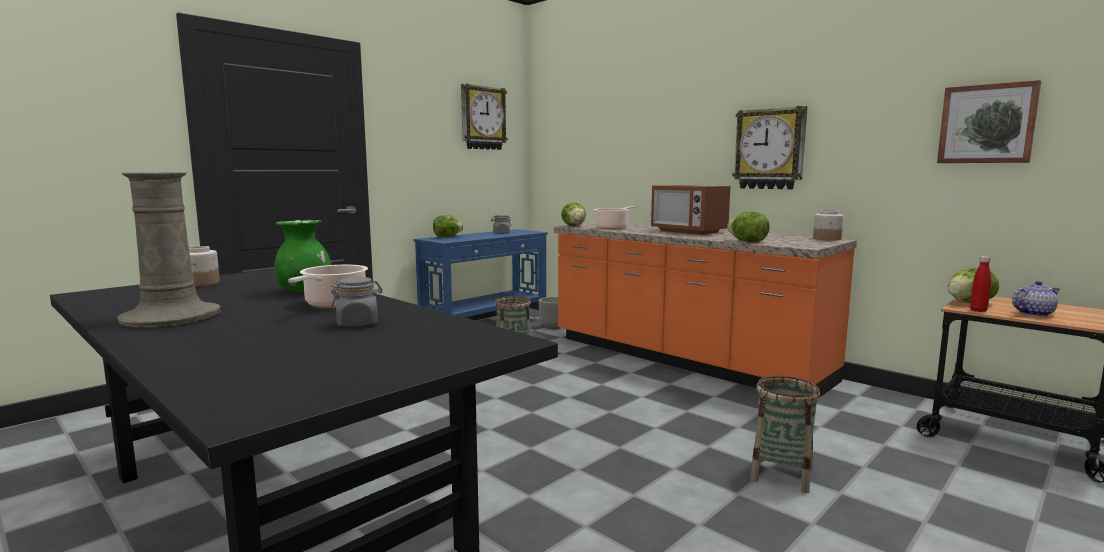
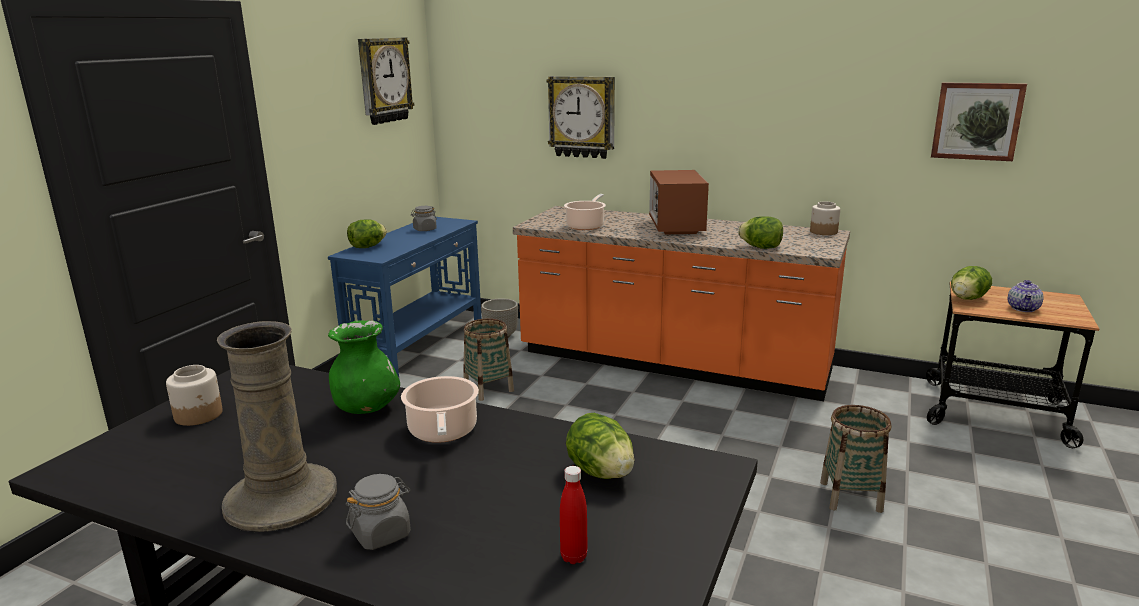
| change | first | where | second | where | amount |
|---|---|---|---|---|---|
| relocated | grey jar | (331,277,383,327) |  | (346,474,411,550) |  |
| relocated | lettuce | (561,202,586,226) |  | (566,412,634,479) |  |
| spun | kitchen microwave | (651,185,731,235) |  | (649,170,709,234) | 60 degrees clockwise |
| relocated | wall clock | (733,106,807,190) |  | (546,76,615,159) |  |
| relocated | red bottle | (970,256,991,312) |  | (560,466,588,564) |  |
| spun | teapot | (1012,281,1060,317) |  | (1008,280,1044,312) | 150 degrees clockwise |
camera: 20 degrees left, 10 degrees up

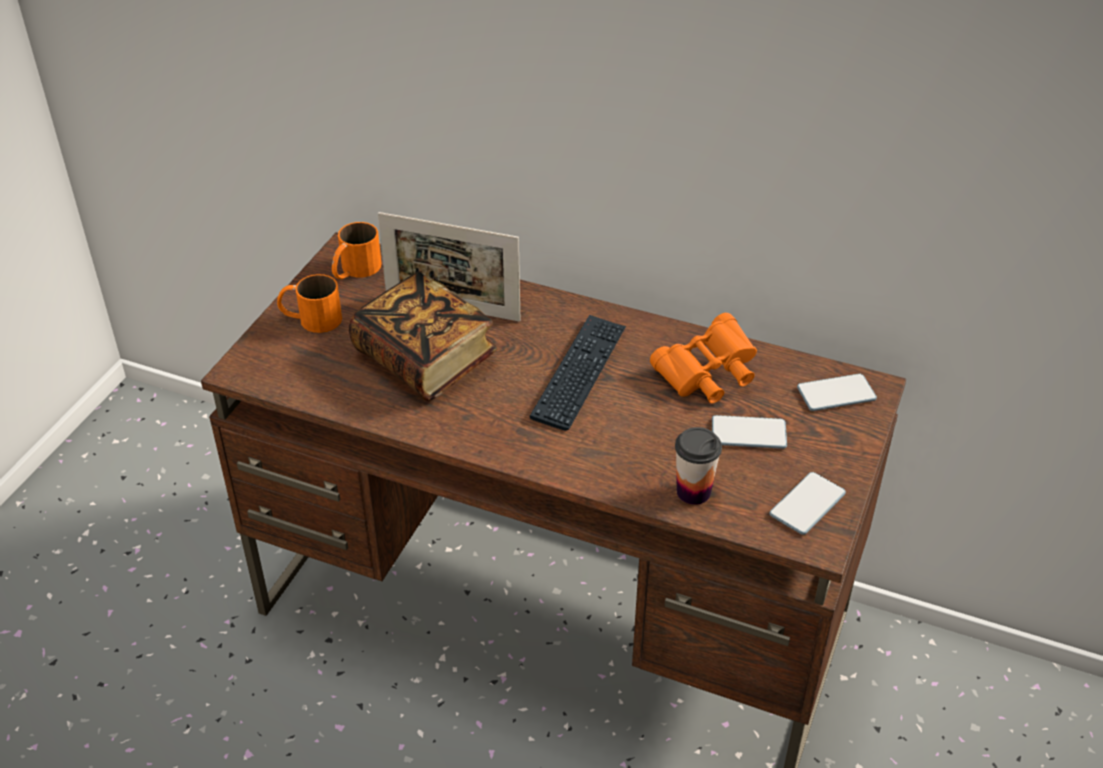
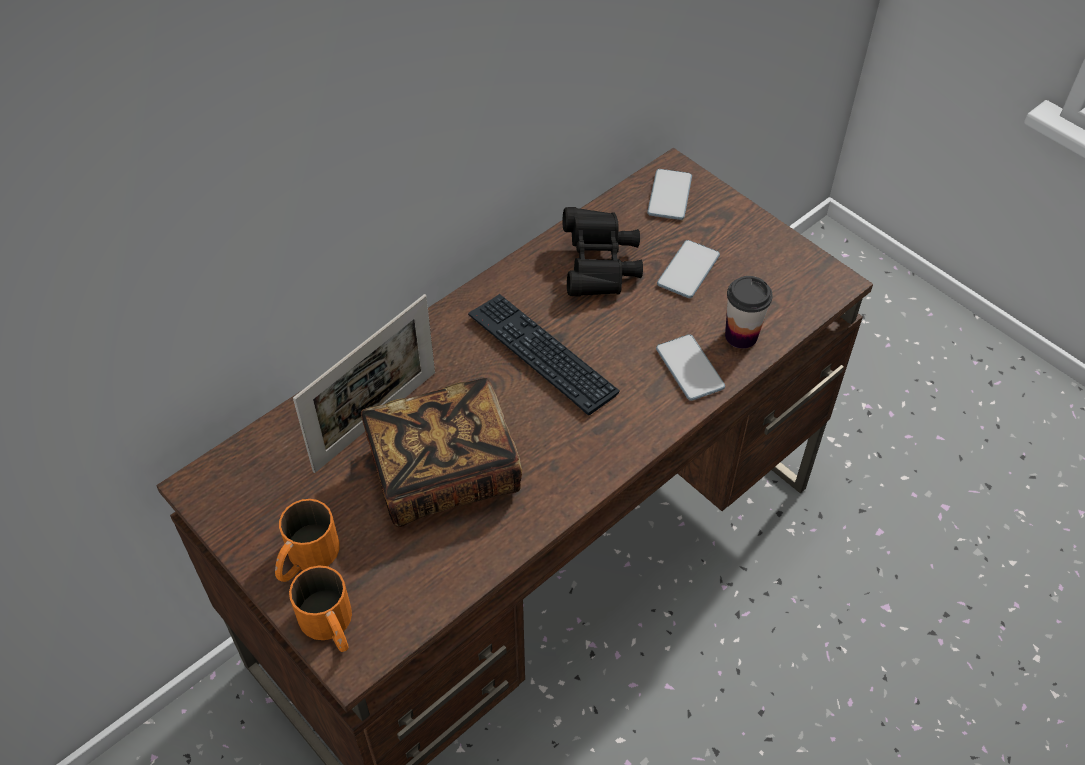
| change | first | where | second | where | amount |
|---|---|---|---|---|---|
| relocated | orange coffee mug | (332,222,382,279) |  | (289,566,352,652) |  |
| colour | orange pair of binoculars | (650,313,757,403) | black pair of binoculars | (562,207,643,297) |  |
| relocated | telephone | (769,472,846,535) |  | (656,334,725,401) |  |
camera: 65 degrees left, 10 degrees up

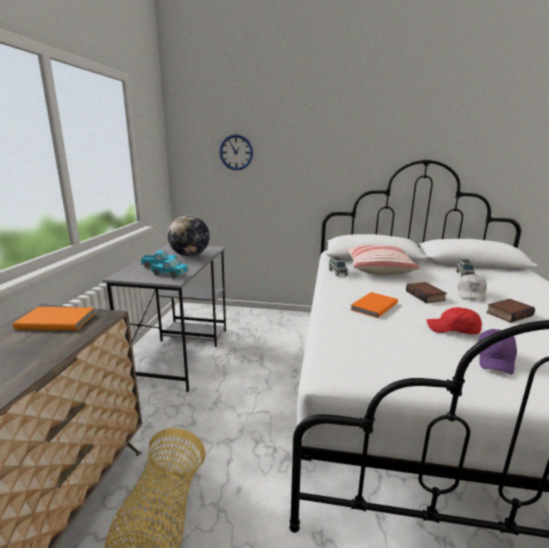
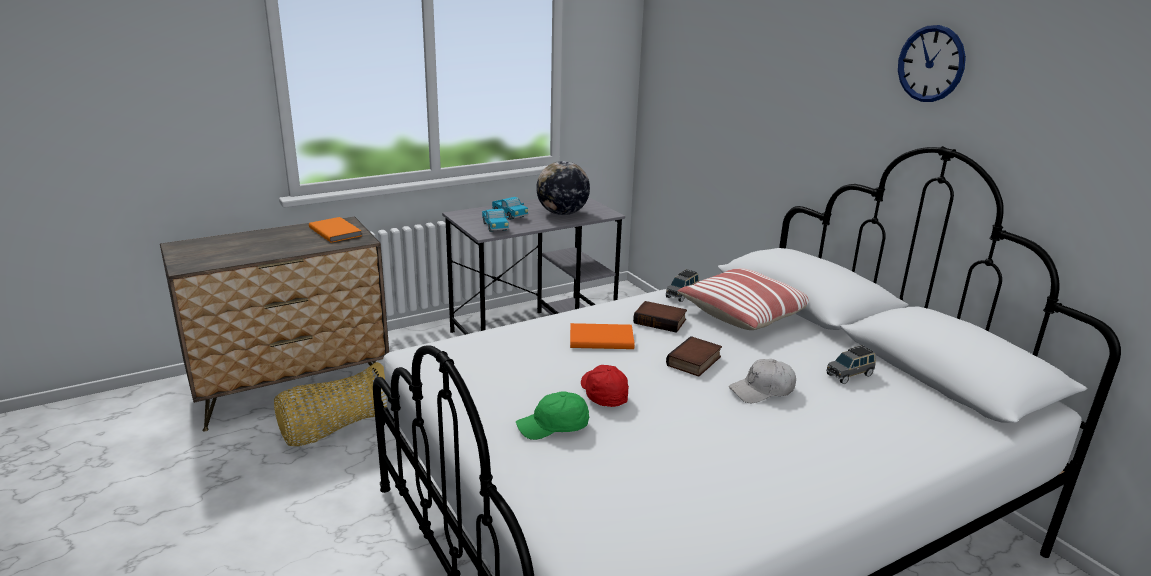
| change | first | where | second | where | amount |
|---|---|---|---|---|---|
| relocated | wall clock | (219,134,253,170) |  | (898,25,966,102) |  |
| colour | purplish peaked cap | (478,329,517,375) | green-coloured peaked cap | (516,391,589,440) |  |
| relocated | book | (486,299,535,323) |  | (633,301,687,333) |  |
camera: 50 degrees right, 5 degrees up

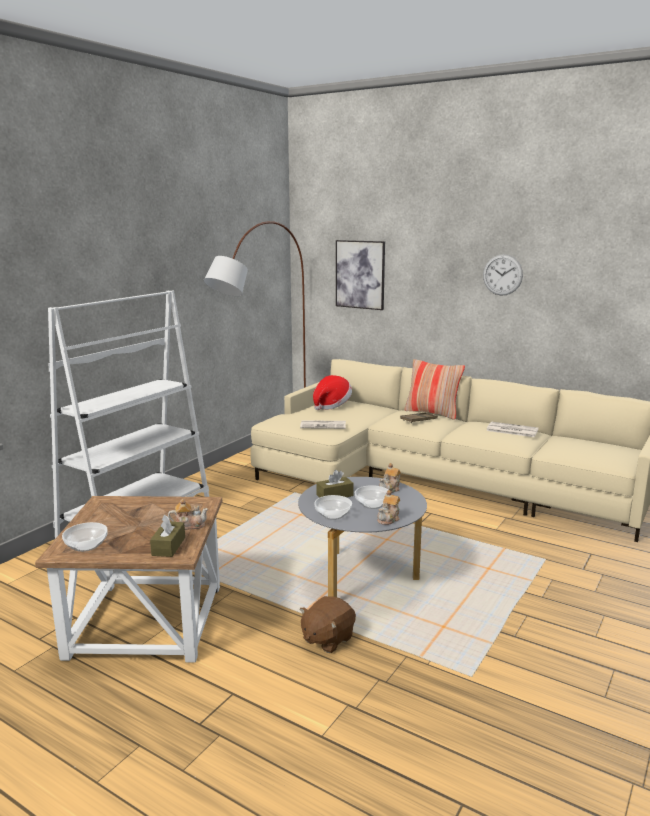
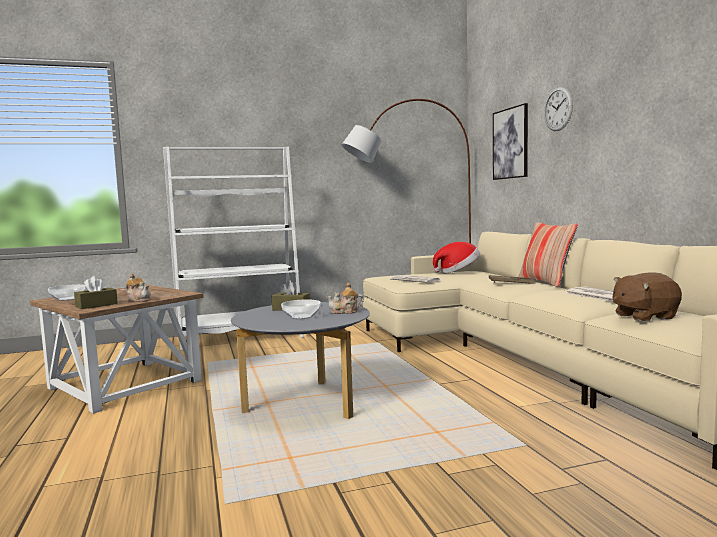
| change | first | where | second | where | amount |
|---|---|---|---|---|---|
| relocated | brownish plush toy | (300,596,356,653) |  | (613,272,682,321) |  |
| missing | deep dish | (314,495,352,520) |  |  |  |
| missing | teapot | (377,490,400,525) |  |  |  |
| relocated | wall clock | (483,254,523,296) |  | (544,87,573,131) |  |
camera: 40 degrees right, 10 degrees down

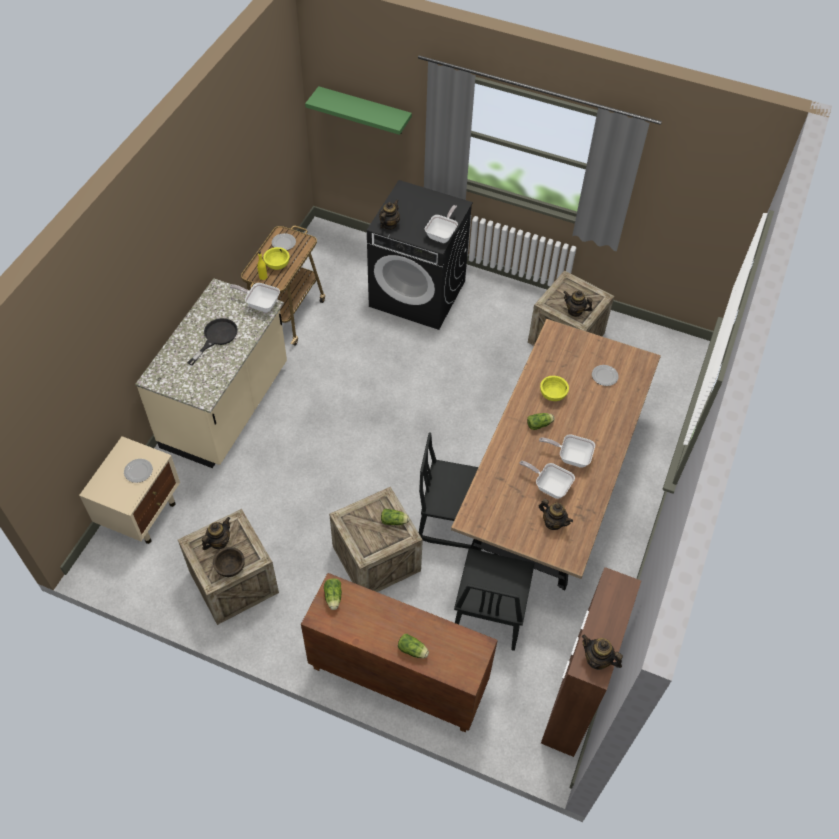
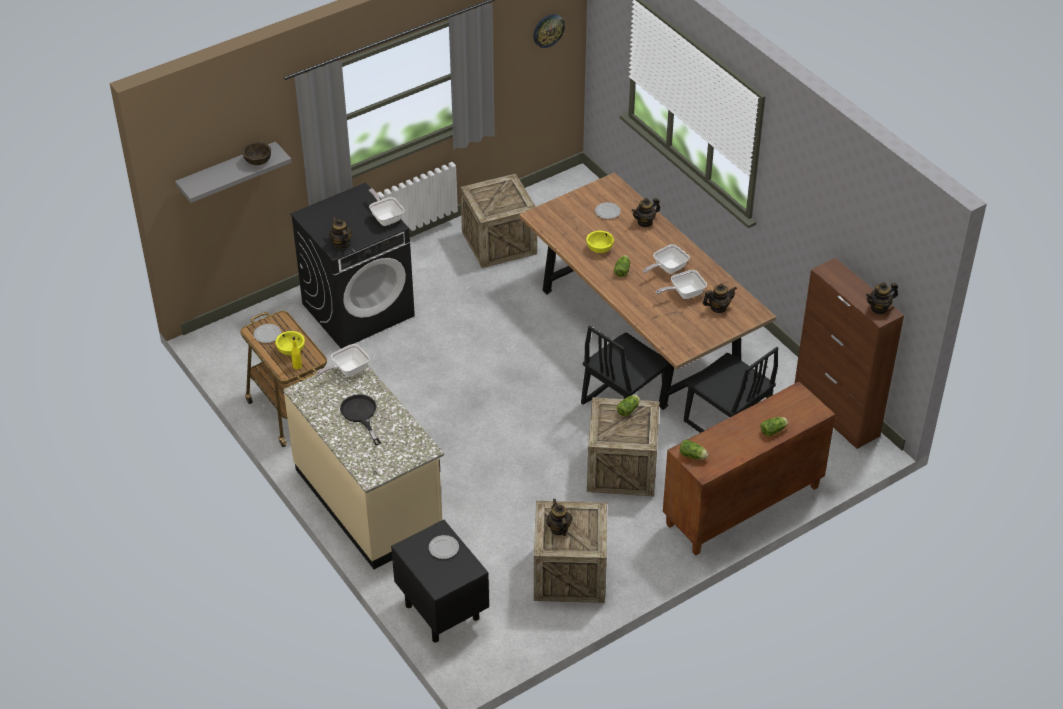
| change | first | where | second | where | amount |
|---|---|---|---|---|---|
| colour | beige-coloured night table | (79,436,180,544) | black night table | (391,520,489,643) |  |
| relocated | brownish deep dish | (213,547,245,577) |  | (242,142,271,165) |  |
| colour | green-coloured bracket shelf | (305,86,412,135) | grey bracket shelf | (175,142,292,203) |  |
| relocated | teapot | (563,291,593,317) |  | (631,198,660,227) |  |
| appeared |  |  | wall clock | (533,14,565,48) |  |
camera: 55 degrees left, 10 degrees down

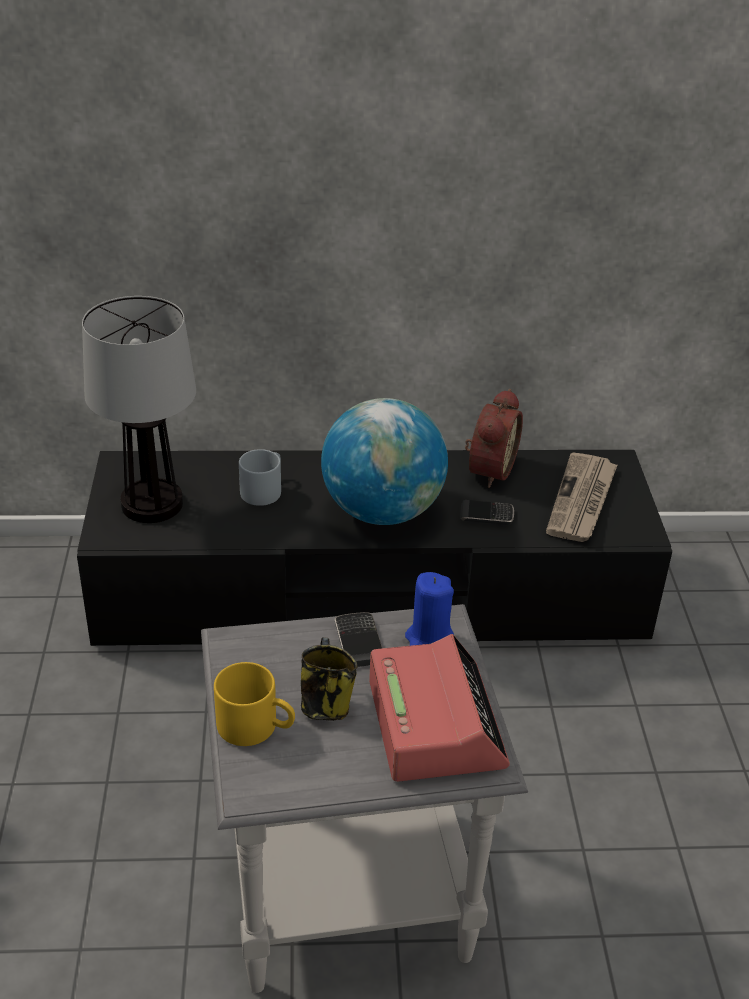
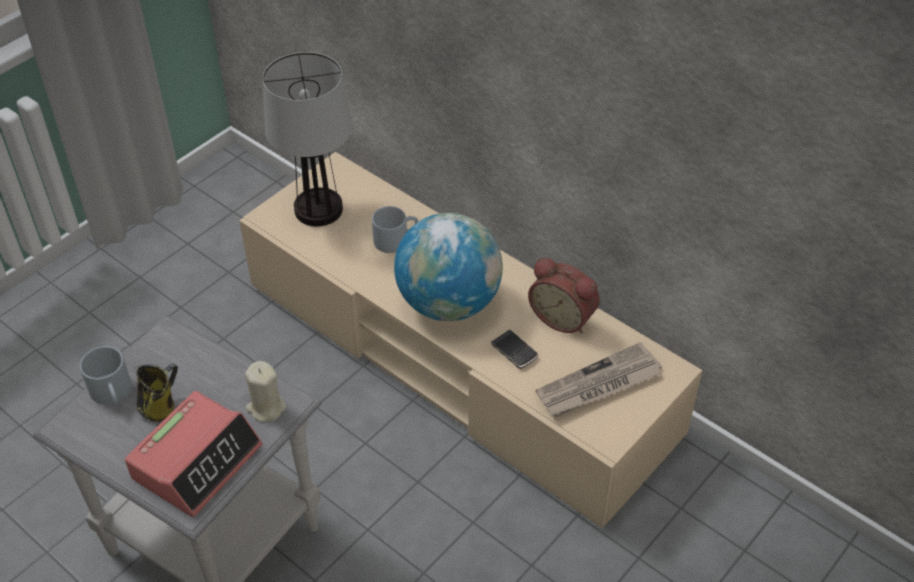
| change | first | where | second | where | amount |
|---|---|---|---|---|---|
| colour | black tv unit | (77,450,672,646) | beige-coloured tv unit | (239,152,702,528) |  |
| colour | yellow-coloured coffee mug | (214,662,295,746) | grey coffee mug | (80,346,131,406) |  |
| missing | telephone | (335,612,382,667) |  |  |  |
| colour | bluish candle | (405,572,454,646) | beige-coloured candle | (245,361,286,422) |  |
| spun | alarm clock | (465,389,523,488) |  | (528,258,600,334) | 60 degrees clockwise |
camera: 45 degrees right, 10 degrees up

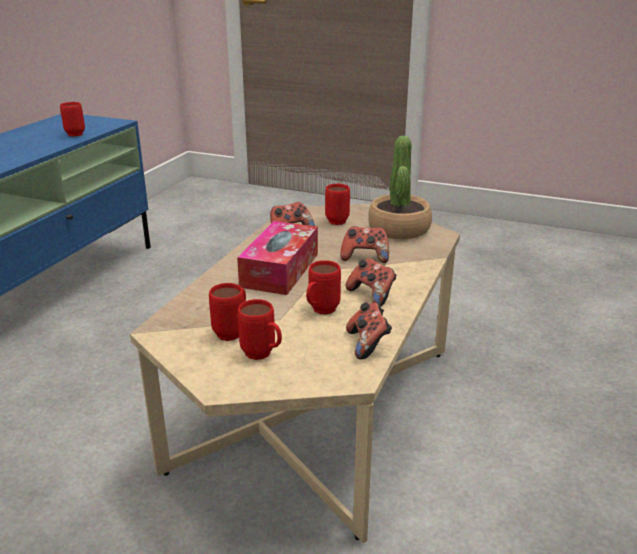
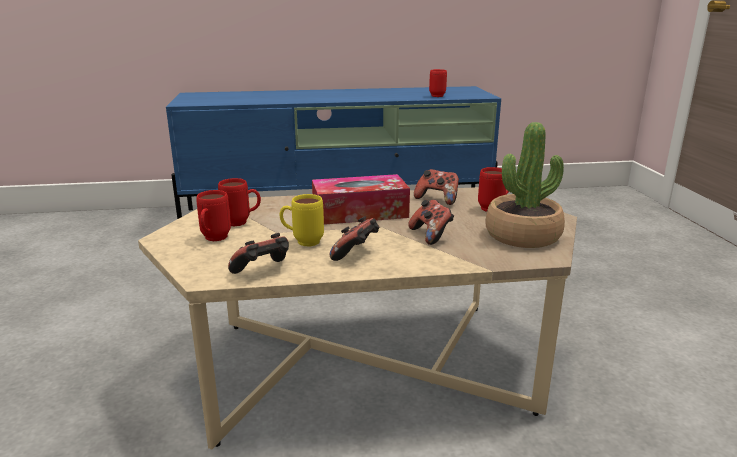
| change | first | where | second | where | amount |
|---|---|---|---|---|---|
| colour | red coffee mug | (306,260,341,315) | yellow-coloured coffee mug | (279,194,324,247) |  |
camera: 60 degrees right, 5 degrees down

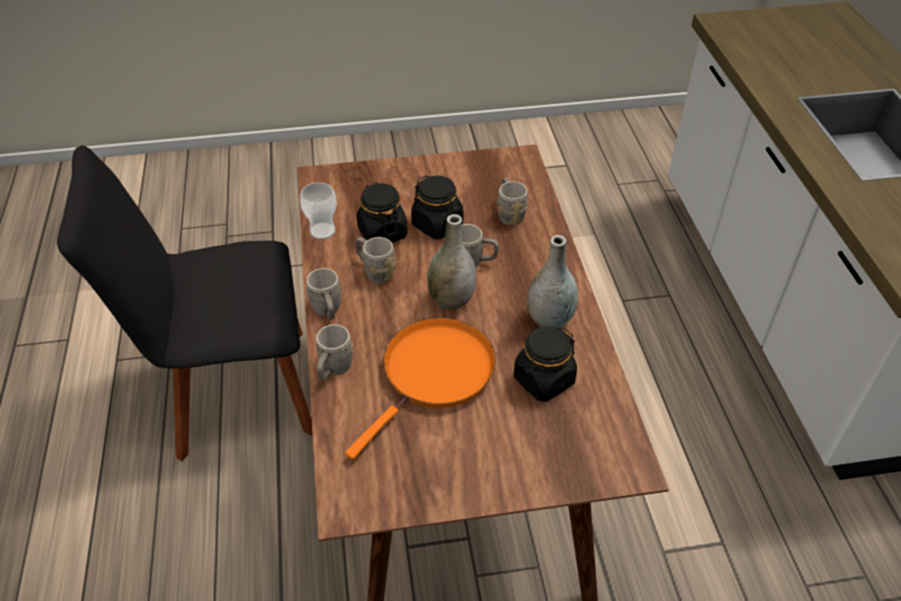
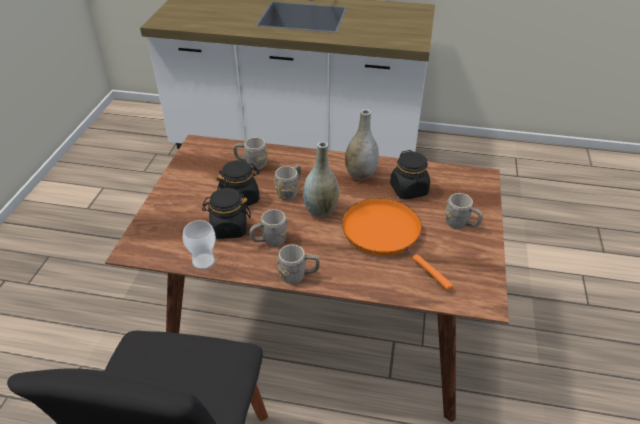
| change | first | where | second | where | amount |
|---|---|---|---|---|---|
| relocated | grey coffee mug | (316,324,354,380) |  | (445,193,483,229) |  |
camera: 70 degrees left, 5 degrees down

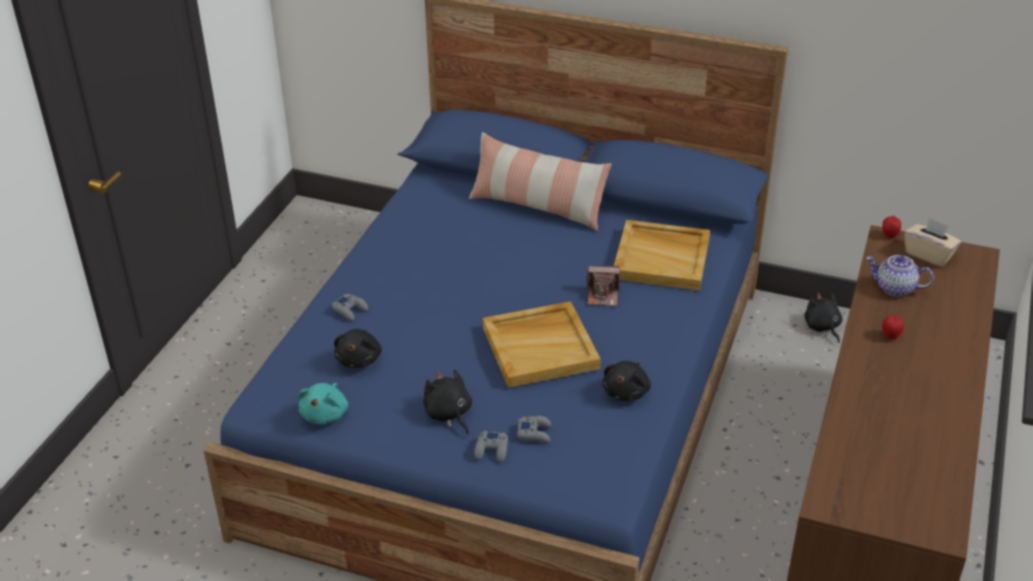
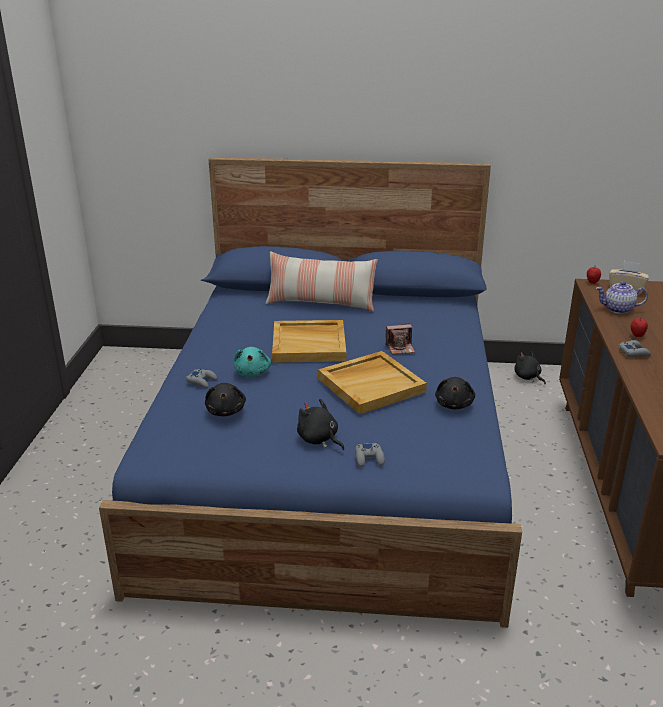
| change | first | where | second | where | amount |
|---|---|---|---|---|---|
| relocated | blue-green plush toy | (298,383,348,424) |  | (234,347,271,377) |  |
| relocated | grey game controller | (517,416,551,443) |  | (618,340,651,357) |  |
| relocated | beige-coloured carrying tray | (614,220,710,291) |  | (272,320,346,363) |  |
camera: 15 degrees left, 10 degrees down

